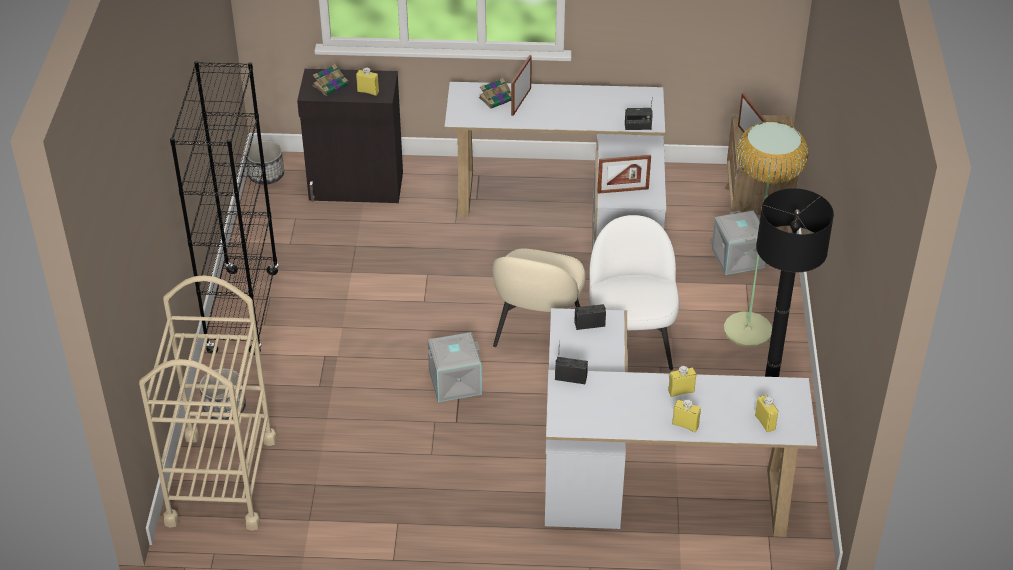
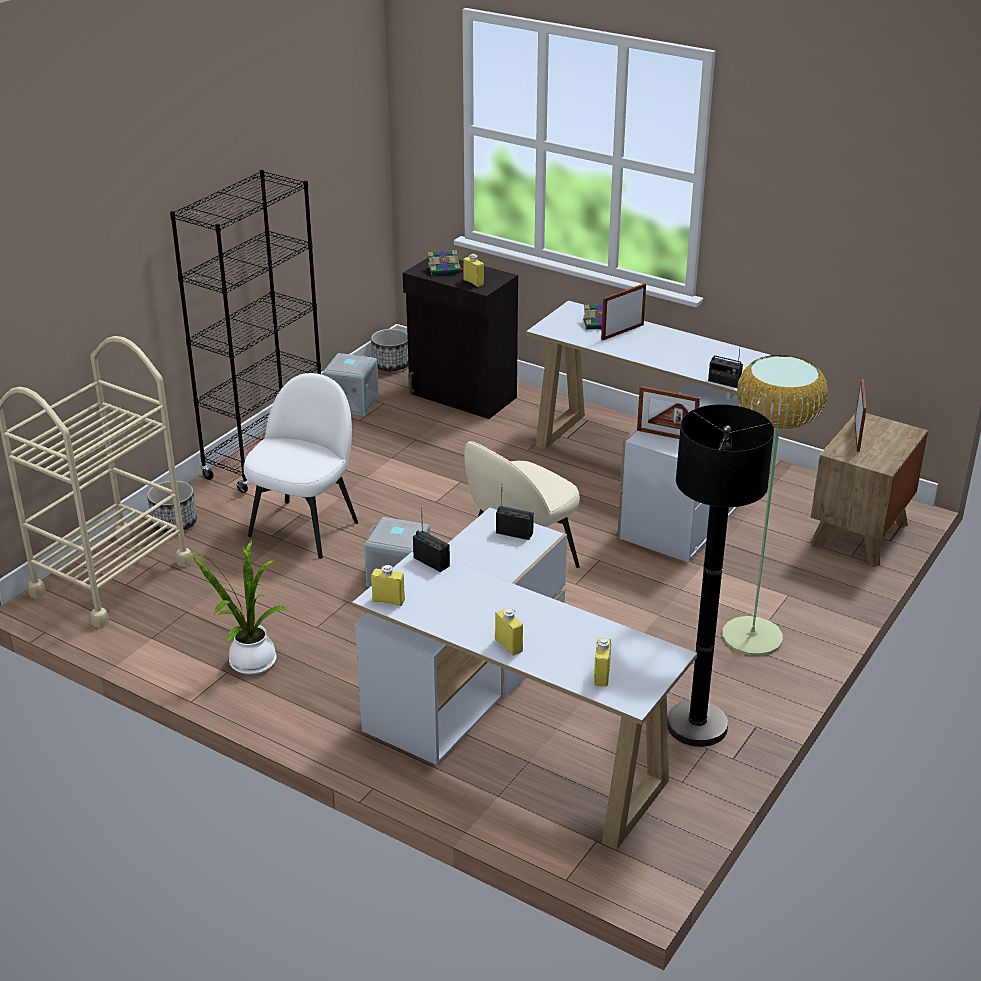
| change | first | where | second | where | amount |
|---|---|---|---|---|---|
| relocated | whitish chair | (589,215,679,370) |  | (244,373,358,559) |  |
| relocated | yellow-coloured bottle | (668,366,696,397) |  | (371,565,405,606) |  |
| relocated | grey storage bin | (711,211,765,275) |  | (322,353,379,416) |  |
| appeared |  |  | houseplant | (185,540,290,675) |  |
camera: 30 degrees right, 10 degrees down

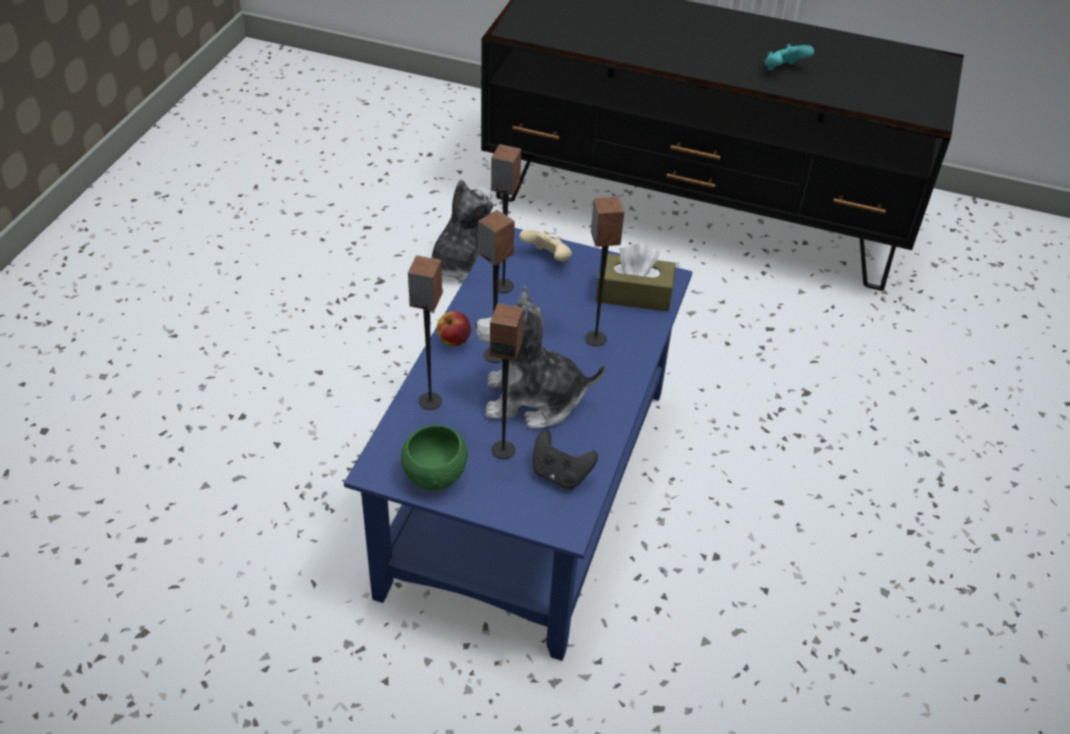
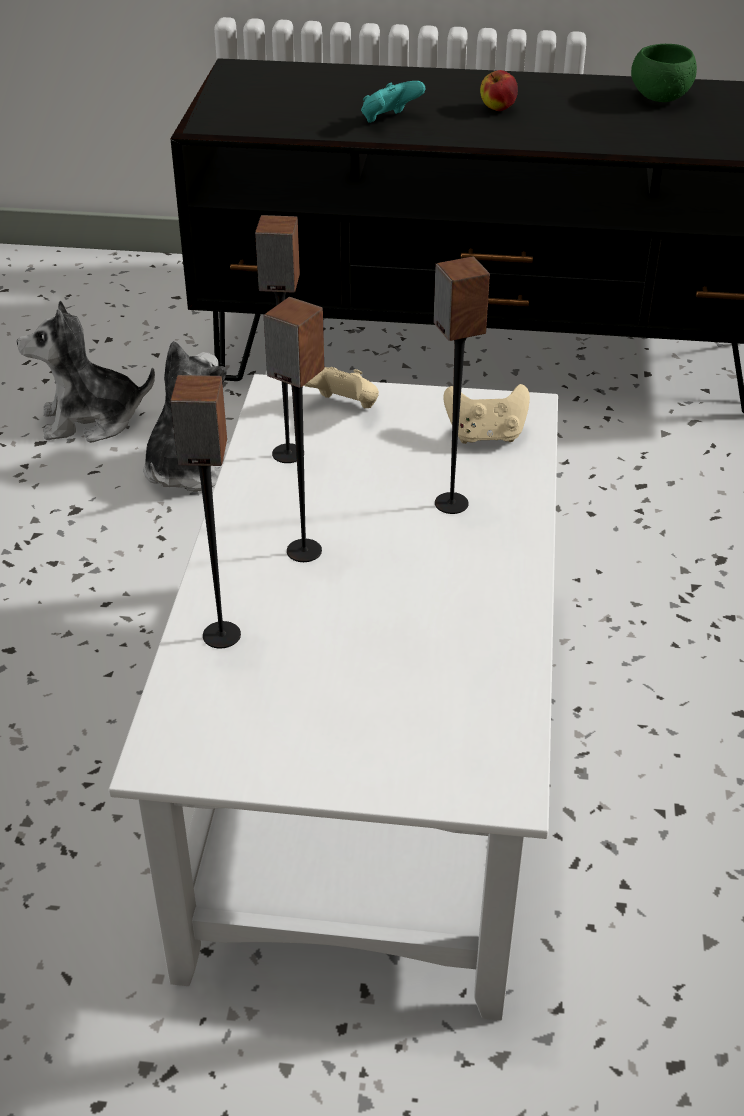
| change | first | where | second | where | amount |
|---|---|---|---|---|---|
| colour | bluish coffee table | (344,228,692,661) | whitish coffee table | (108,374,558,1021) |  |
| relocated | green-coloured deep dish | (401,425,468,491) |  | (631,44,697,102) |  |
| relocated | apple | (437,311,471,346) |  | (480,70,518,111) |  |
| relocated | plush toy | (476,285,606,429) |  | (17,301,155,443) |  |
| missing | speaker | (490,303,524,459) |  |  |  |
| missing | black game controller | (533,430,598,489) |  |  |  |
| exchanged | brownish box of tissues | (596,243,676,312) | beige-coloured game controller | (443,384,530,444) |  |
| relocated | blue-green game controller | (765,44,814,70) |  | (361,81,425,123) |  |
camera: 10 degrees left, 5 degrees down

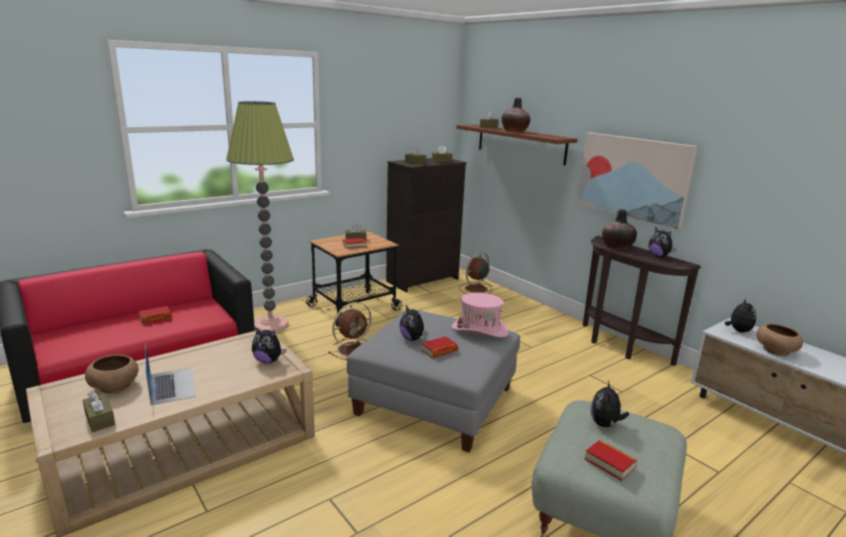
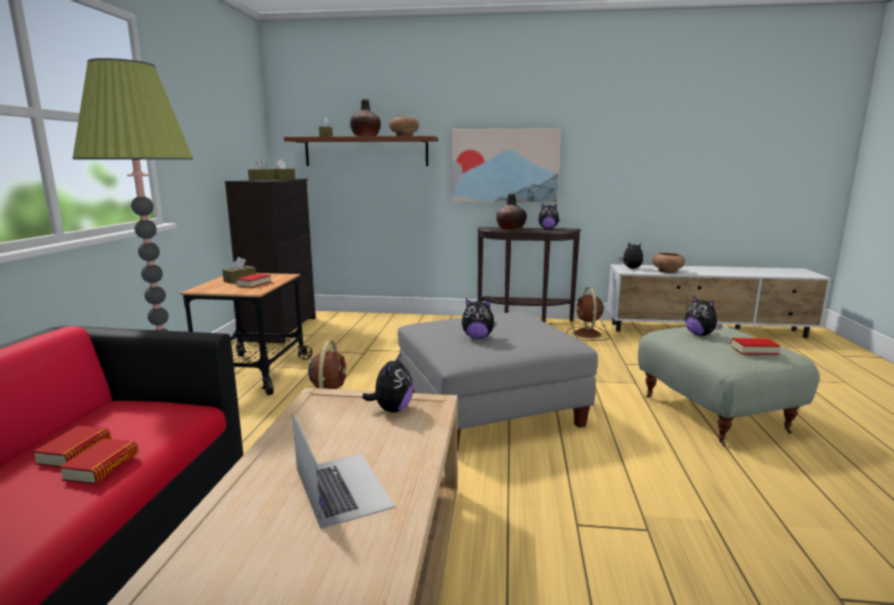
| change | first | where | second | where | amount |
|---|---|---|---|---|---|
| missing | brownish box of tissues | (83,391,115,432) |  |  |  |
| relocated | brownish deep dish | (85,355,139,393) |  | (389,117,419,136) |  |
| spun | portable computer | (146,346,196,406) |  | (292,412,395,529) | 45 degrees clockwise |
| spun | plush toy | (252,327,286,364) |  | (362,353,413,413) | 45 degrees counterclockwise |
| relocated | book | (421,336,458,359) |  | (59,438,138,484) |  |
| missing | pink-coloured clothing hat | (452,293,508,337) |  |  |  |
| relocated | brownish electric fan | (459,252,492,294) |  | (566,287,610,341) |  |
camera: 45 degrees left, 5 degrees down

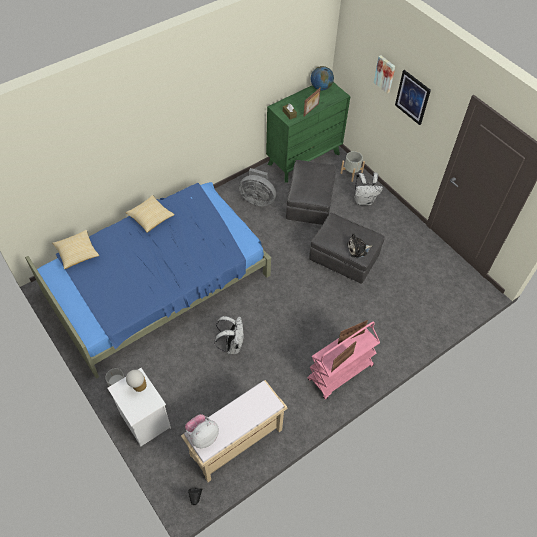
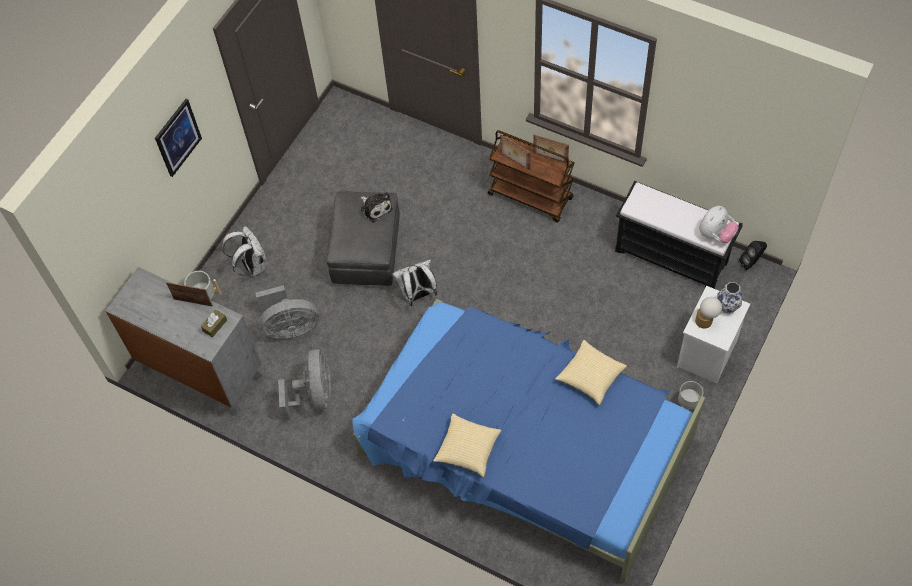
| change | first | where | second | where | amount |
|---|---|---|---|---|---|
| relocated | throw pillow | (52,230,99,269) |  | (555,340,627,405) |  |
| colour | beige-coloured bench | (181,380,287,482) | black bench | (615,181,743,289) |  |
| spun | plush toy | (185,414,219,448) |  | (699,206,739,243) | 75 degrees counterclockwise |
| relocated | whitish rucksack | (214,316,244,354) |  | (392,260,437,306) |  |
| colour | green-coloured chest of drawers | (266,82,350,183) | grey chest of drawers | (105,267,263,416) |  |
| exchanged | grey ottoman | (286,160,336,225) | grey electric fan | (256,285,319,339) |  |
| colour | pink-coloured trolley | (307,321,380,399) | brownish trolley | (488,130,575,222) |  |
| missing | desk globe | (311,66,334,90) |  |  |  |
| missing | wall picture | (374,55,395,94) |  |  |  |
| appeared |  |  | vase | (717,282,742,314) |  |
camera: 110 degrees left, 5 degrees up

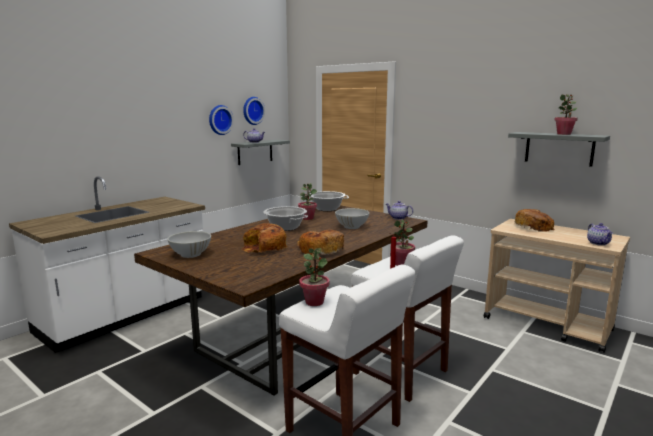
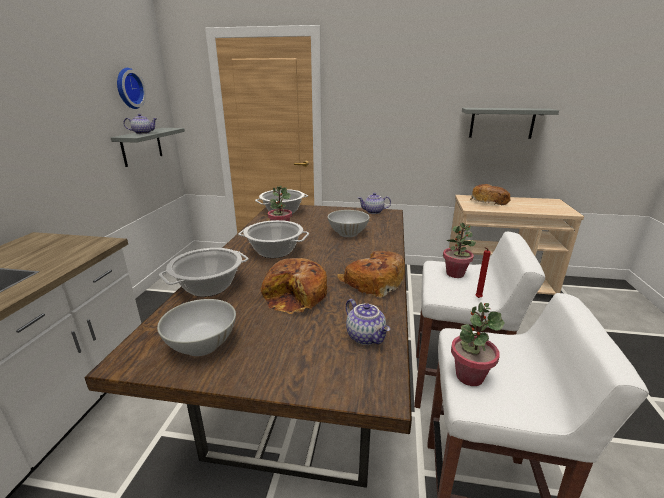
| change | first | where | second | where | amount |
|---|---|---|---|---|---|
| missing | wall clock | (209,105,234,135) |  |  |  |
| missing | houseplant | (554,94,578,135) |  |  |  |
| relocated | teapot | (587,223,613,246) |  | (346,299,390,345) |  |
| appeared |  |  | saucepot | (159,248,249,297) |  |
camera: 30 degrees left, 10 degrees up

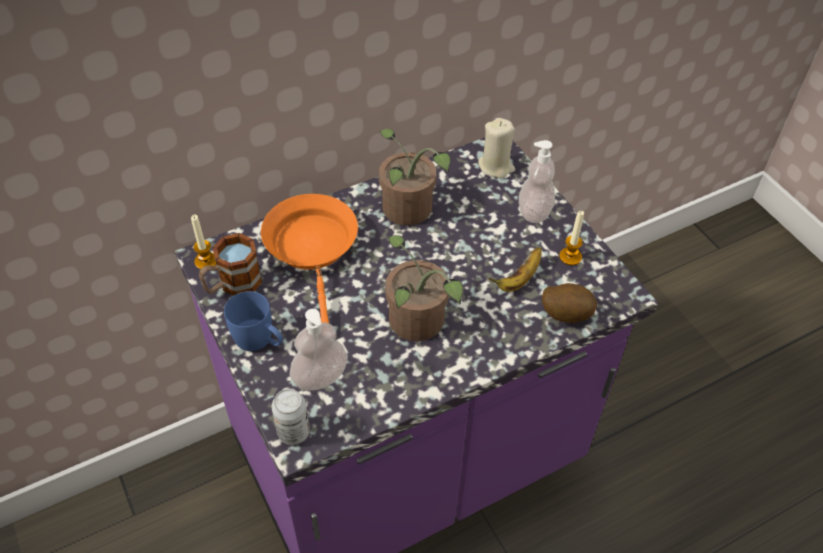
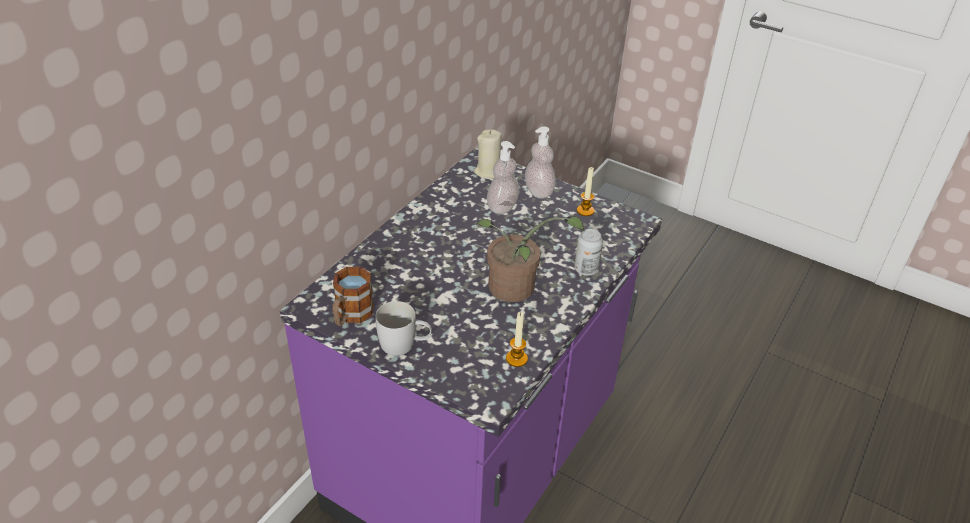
| change | first | where | second | where | amount |
|---|---|---|---|---|---|
| relocated | candle | (191,215,217,270) |  | (506,312,528,367) |  |
| colour | bluish coffee mug | (224,291,283,351) | whitish coffee mug | (375,301,432,356) |  |
| missing | orange frying pan | (261,194,358,323) |  |  |  |
| relocated | sealed can | (272,389,310,445) |  | (574,229,603,276) |  |
| relocated | liquid soap bottle | (289,309,348,390) |  | (487,141,520,214) |  |
| missing | houseplant | (379,129,451,225) |  |  |  |
| missing | banana fruit | (489,247,542,292) |  |  |  |
| missing | potato | (542,283,597,323) |  |  |  |
camera: 30 degrees left, 10 degrees down

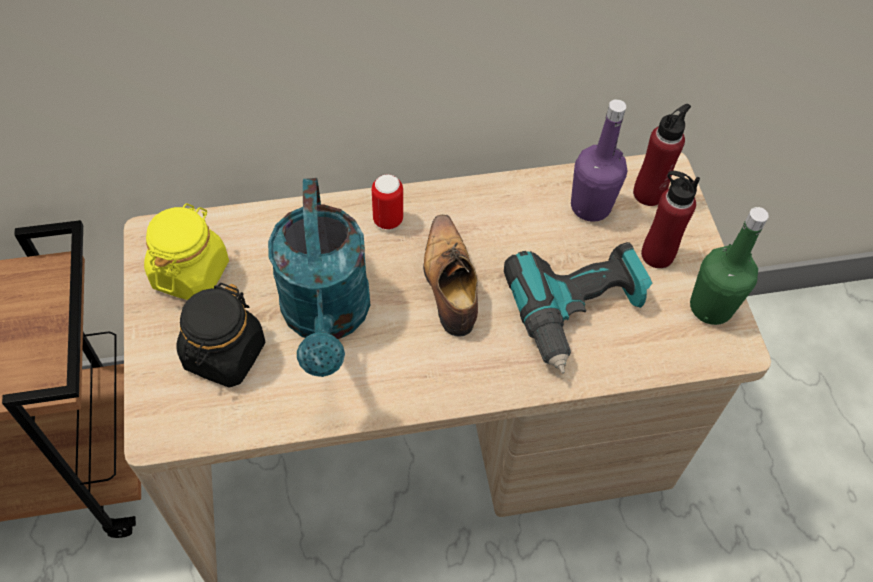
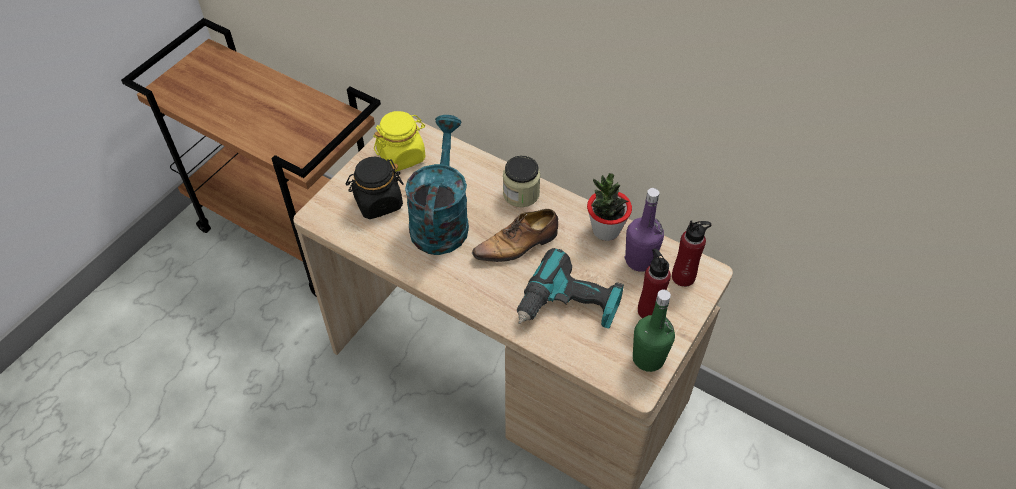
| change | first | where | second | where | amount |
|---|---|---|---|---|---|
| spun | blue-green sprinkling can | (268,178,370,377) |  | (405,115,469,255) | 150 degrees clockwise |
| exchanged | sealed can | (372,174,403,230) | jar | (503,156,540,207) |  |
| spun | low shoe | (423,215,478,336) |  | (472,209,558,262) | 150 degrees counterclockwise |
| appeared |  |  | houseplant | (587,173,632,241) |  |
camera: 45 degrees right, 5 degrees down

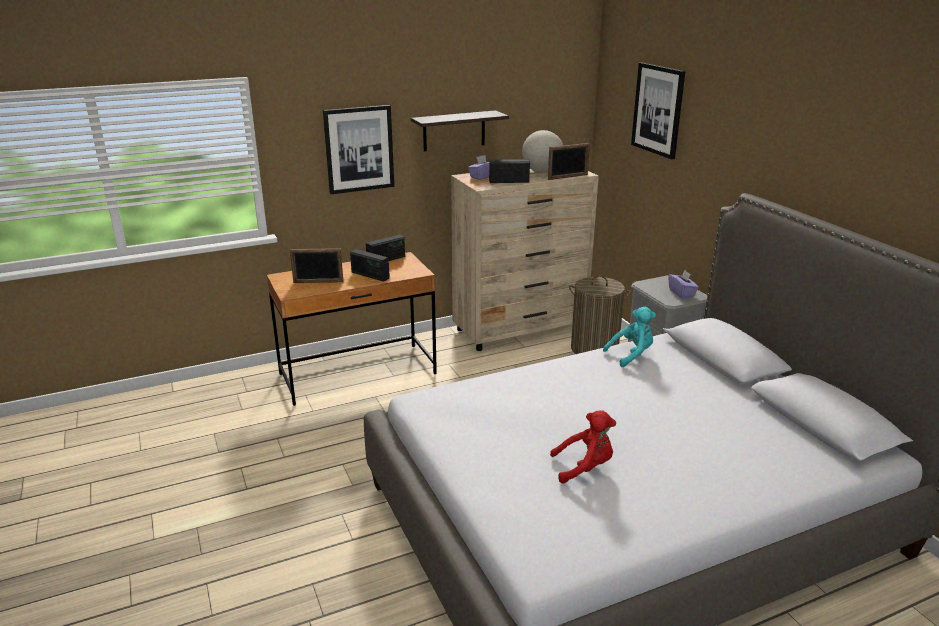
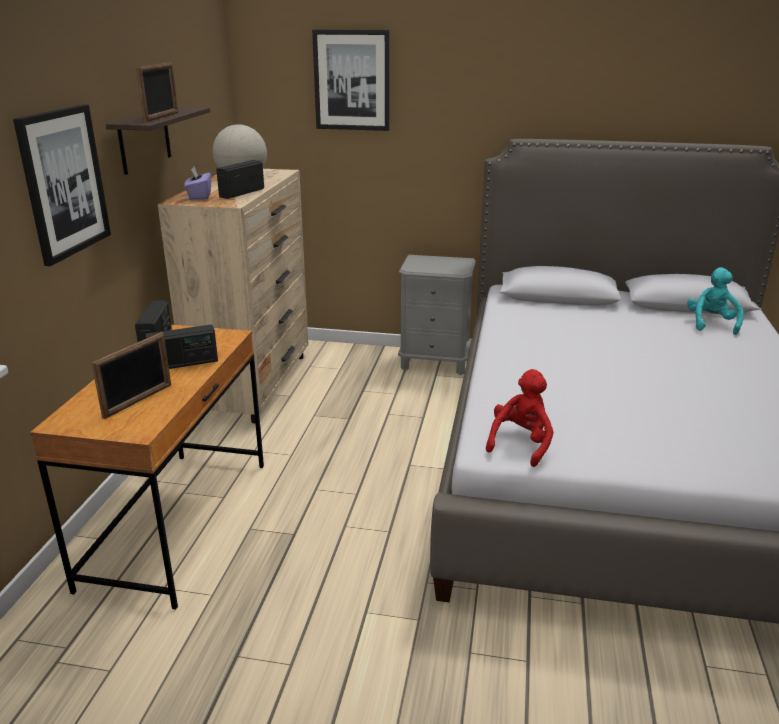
| change | first | where | second | where | amount |
|---|---|---|---|---|---|
| relocated | standing frame | (548,143,590,180) |  | (136,62,178,122) |  |
| relocated | red plush toy | (550,411,616,484) |  | (486,369,553,467) |  |
| missing | hamper | (569,276,631,354) |  |  |  |
| relocated | blue-green plush toy | (603,307,656,367) |  | (687,267,744,335) |  |
| missing | purplish box of tissues | (668,270,699,298) |  |  |  |
camera: 55 degrees left, 0 degrees up

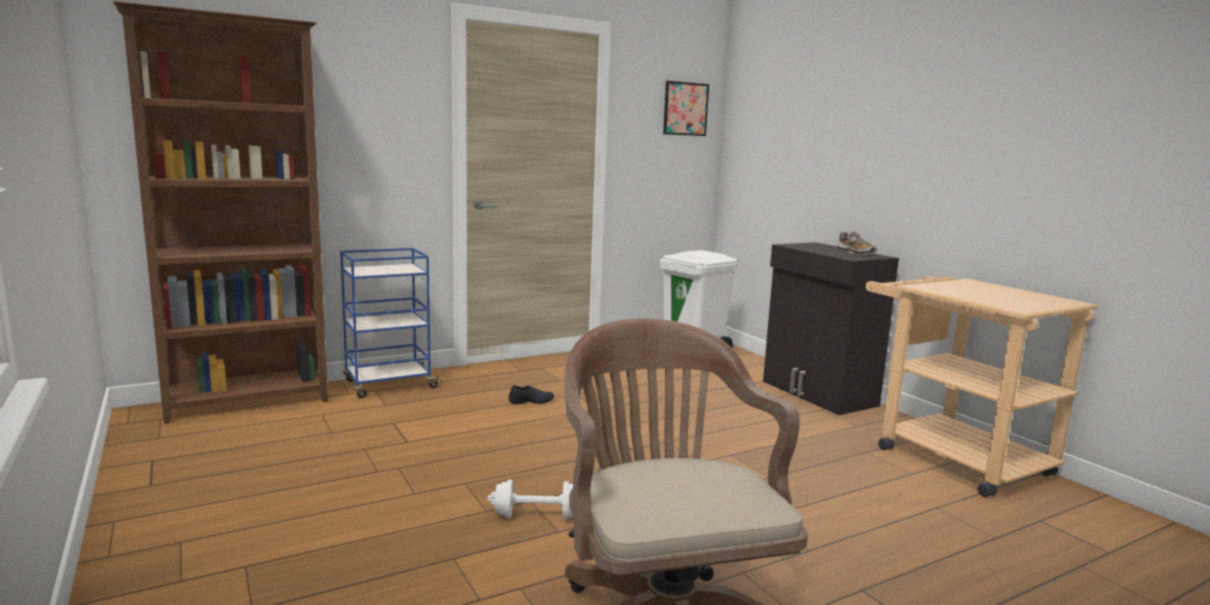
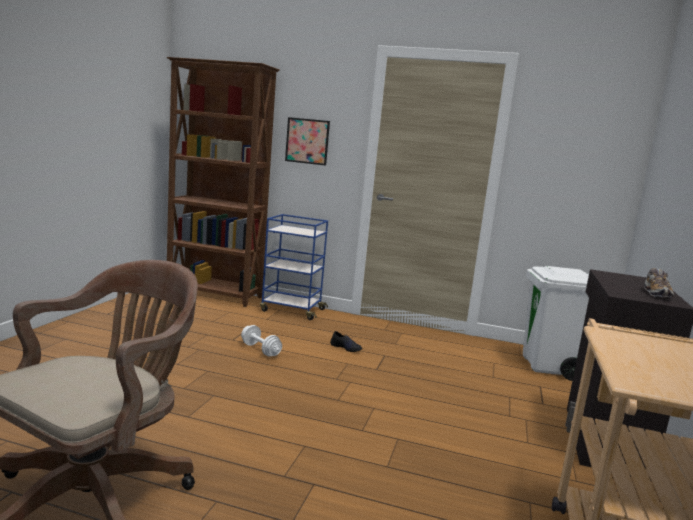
| change | first | where | second | where | amount |
|---|---|---|---|---|---|
| relocated | whitish hand weight | (487,480,573,520) |  | (241,325,282,356) |  |
| relocated | wall picture | (663,81,709,136) |  | (285,117,330,166) |  |
camera: 45 degrees right, 0 degrees up

